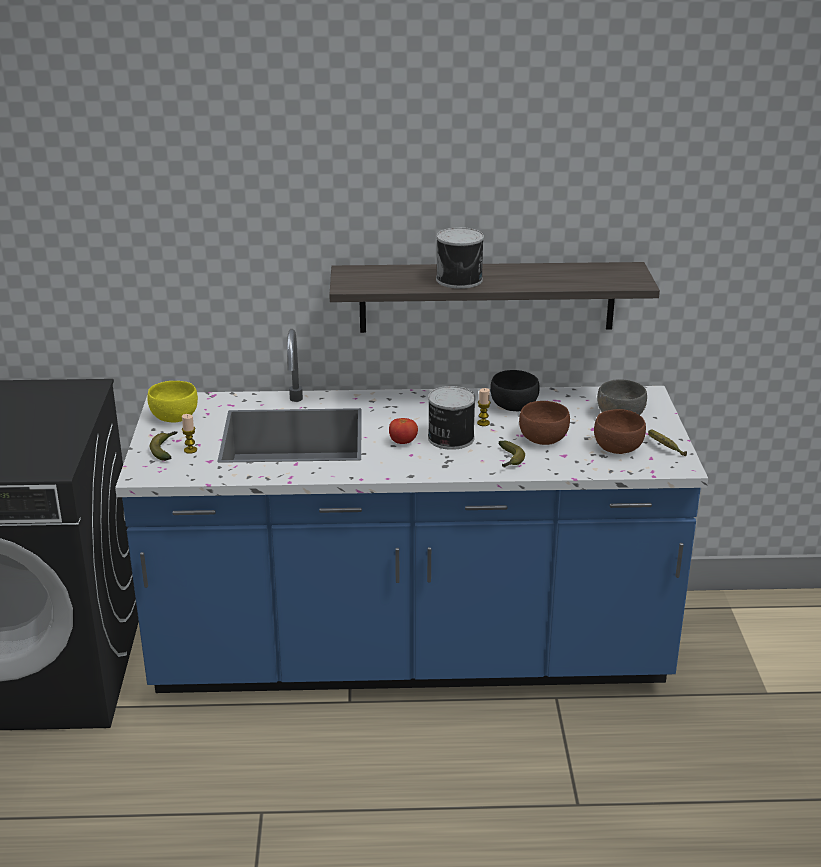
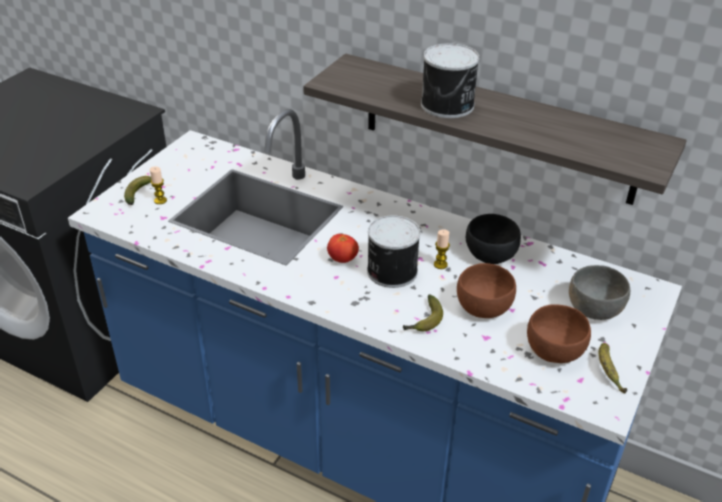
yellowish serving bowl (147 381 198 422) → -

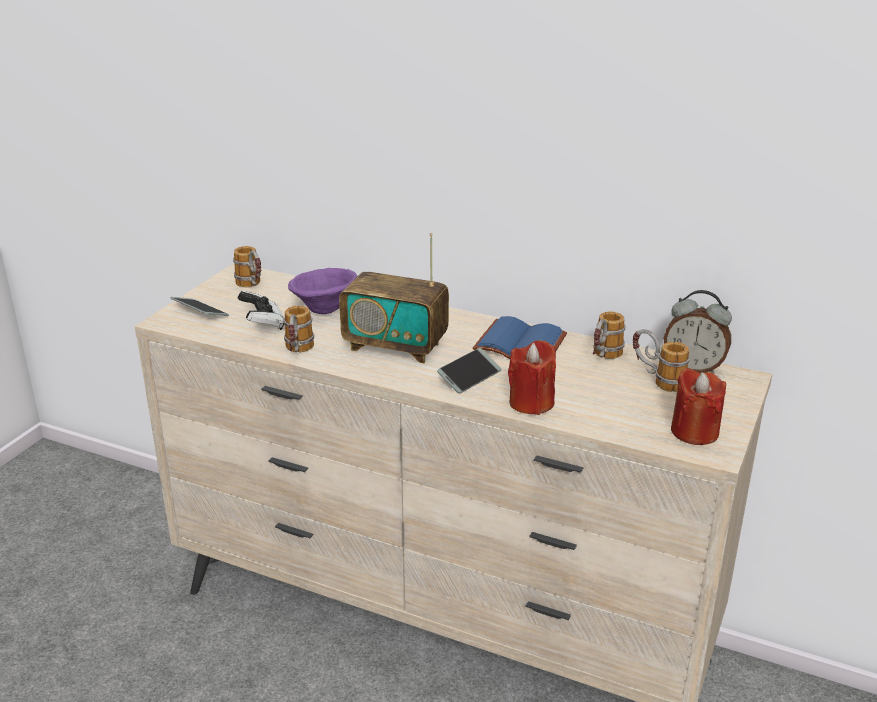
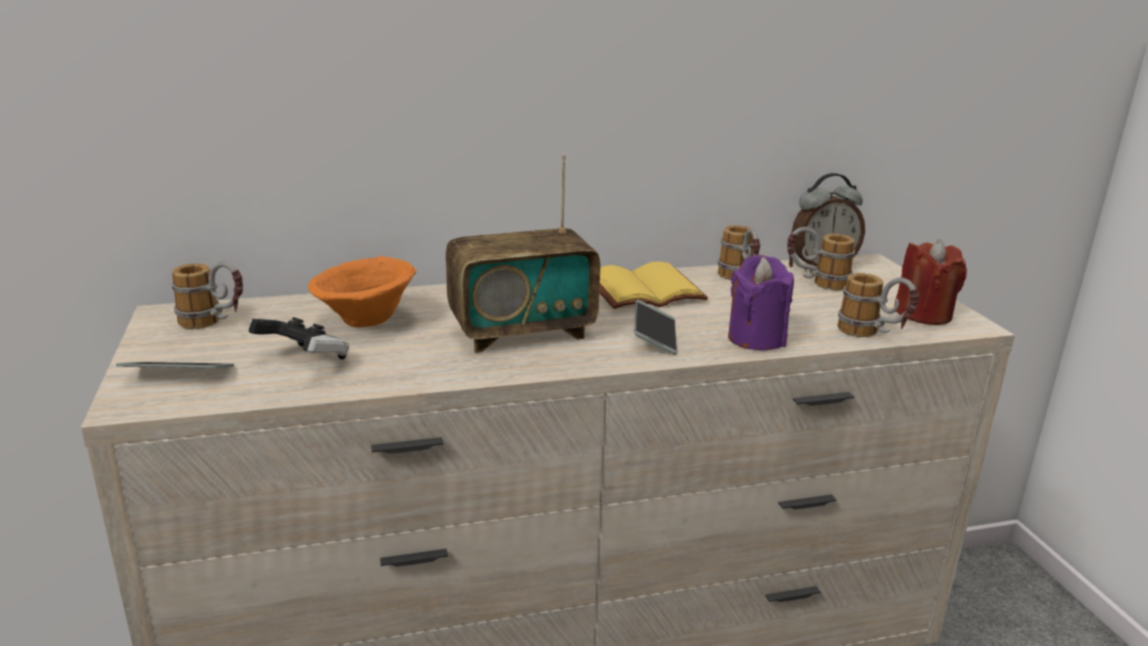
purple-coloured serving bowl (288 268 357 314) → orange-coloured serving bowl (308 256 416 328)
blue-coloured volume (473 316 567 359) → yellowish volume (599 261 708 309)
red-coloured wax light (508 340 556 415) → purple-coloured wax light (728 255 794 350)
tea mug (284 306 314 352) → tea mug (837 273 919 337), relocated

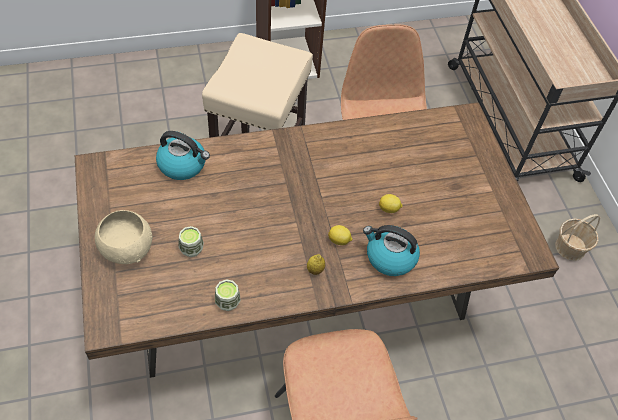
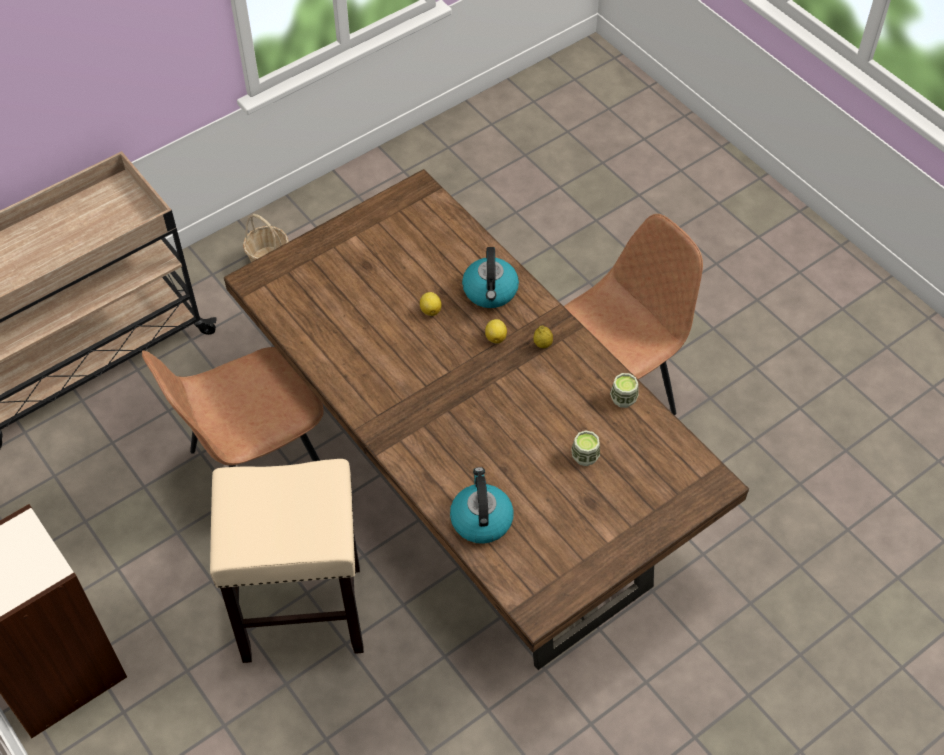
beige-coloured serving bowl (95 210 152 264) → -

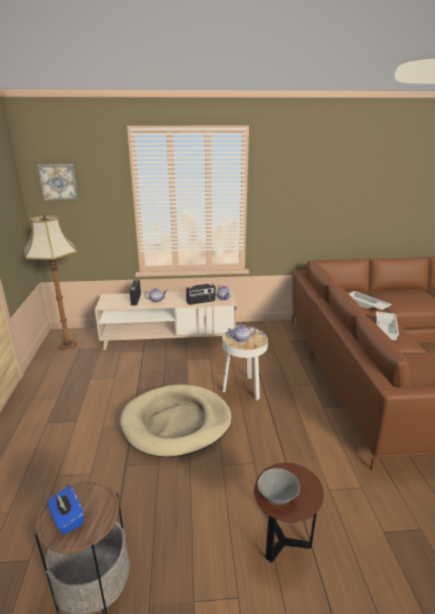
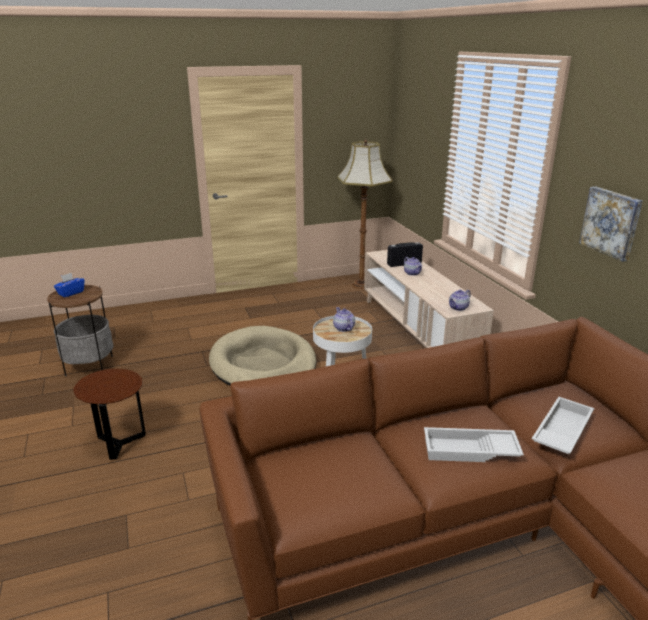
wall art (37 164 78 200) → wall art (579 187 643 262), relocated
radio (186 284 216 305) → -
greyish serving bowl (258 468 300 505) → -

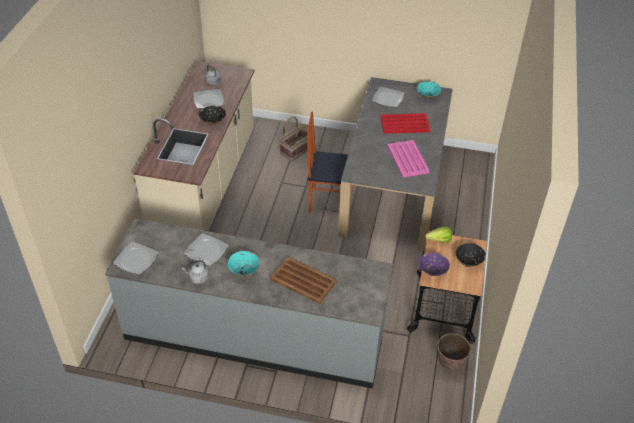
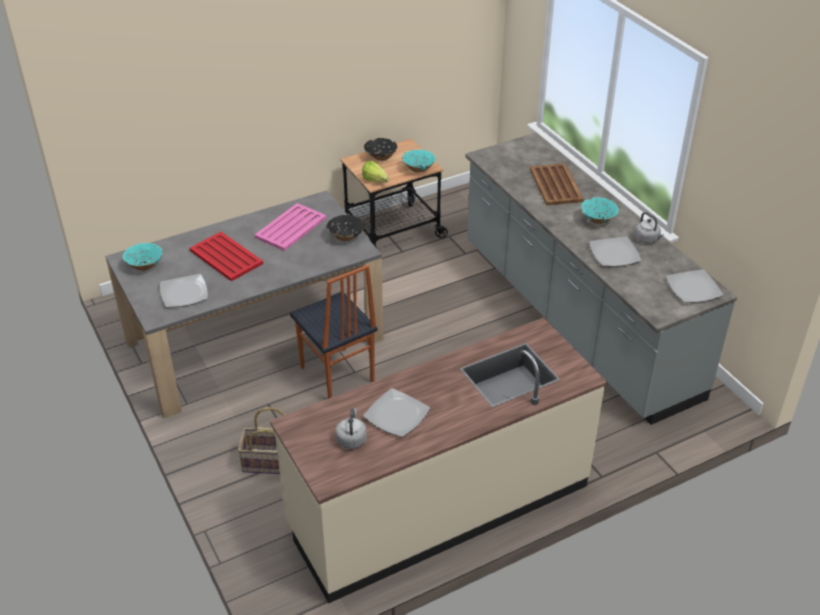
black serving bowl (199 106 226 125) → black serving bowl (326 215 365 241), relocated
purple-coloured serving bowl (419 253 450 276) → blue-green serving bowl (402 150 436 172)
plant pot (437 333 471 370) → -

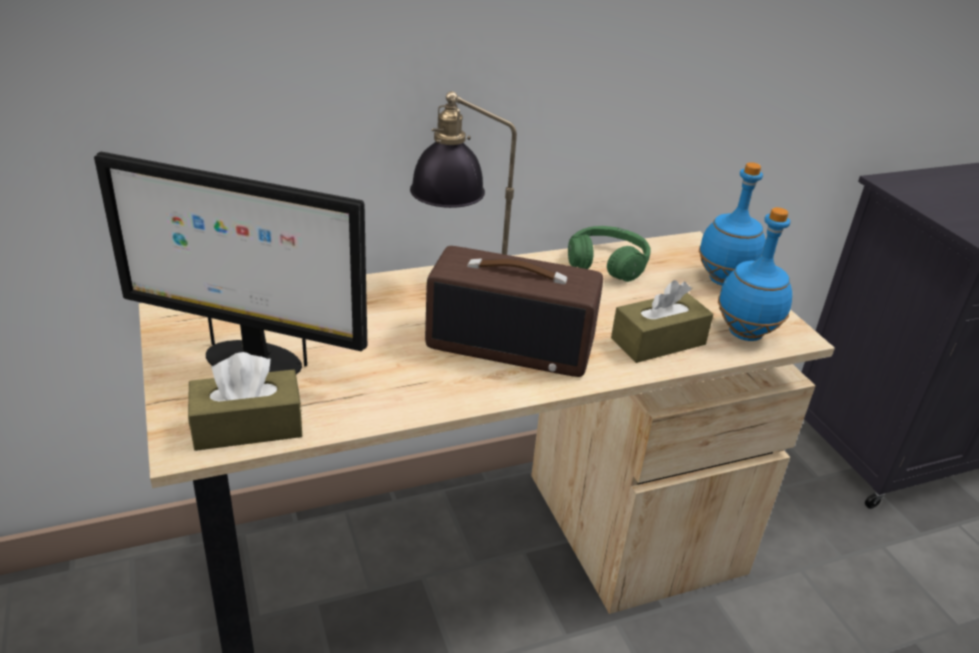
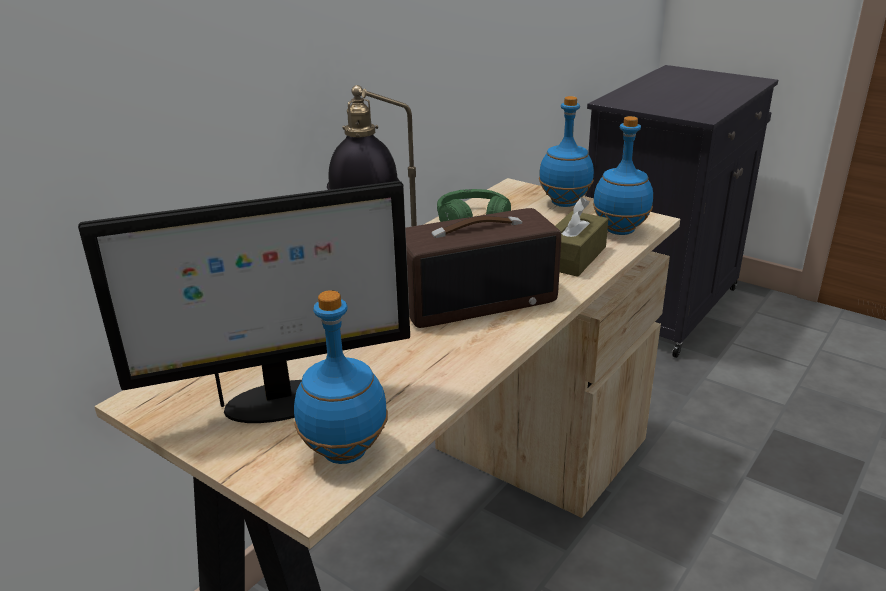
brown tissue holder (188 352 302 451) → blue-coloured beverage bottle (294 290 388 464)

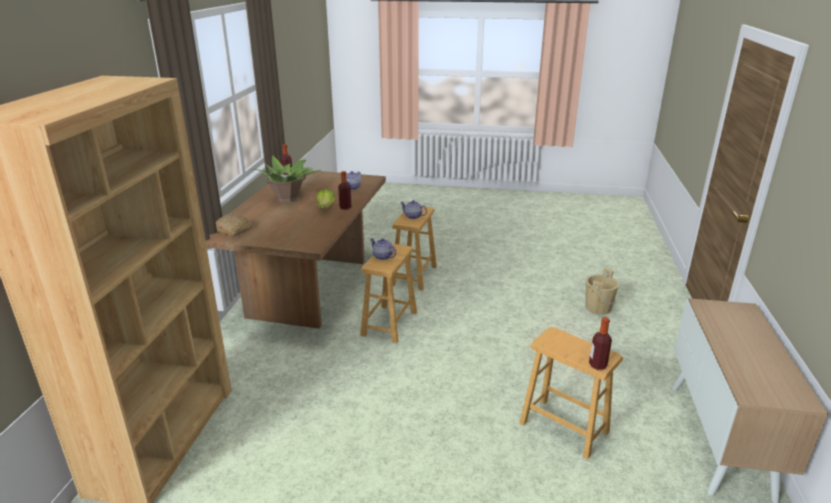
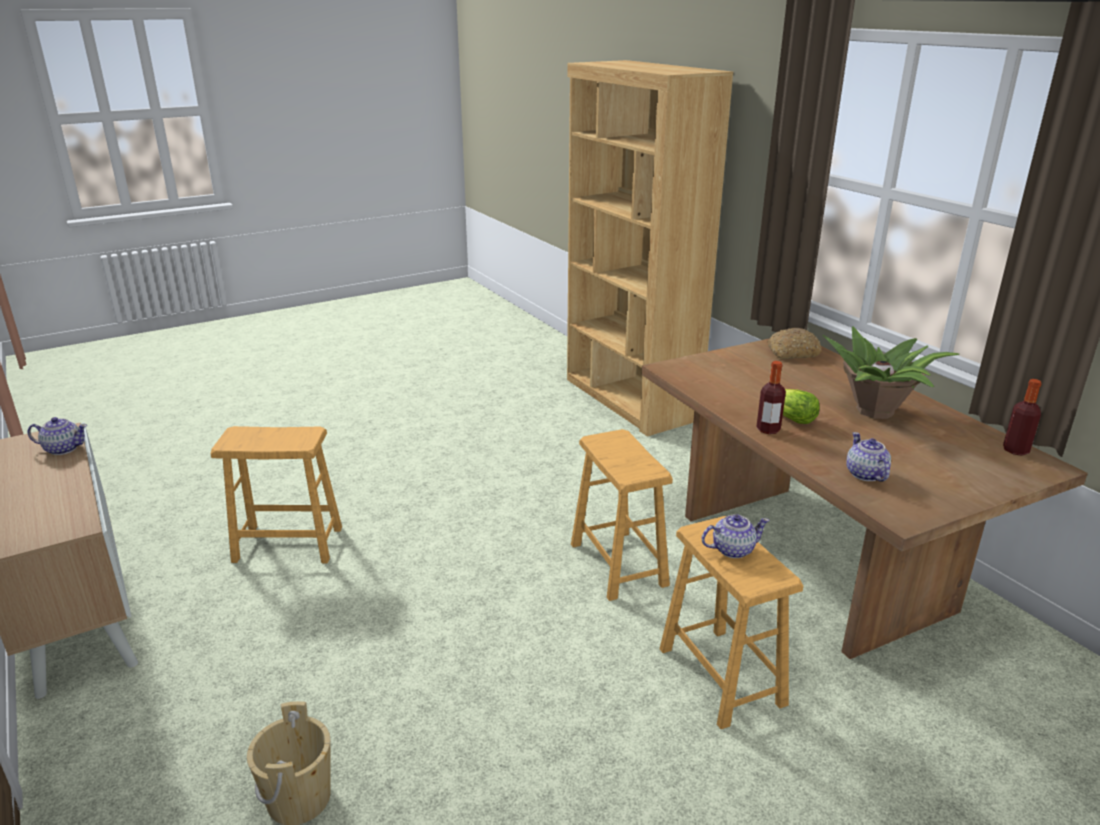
tea pot (370 238 396 260) → tea pot (28 417 87 455), relocated
beverage bottle (589 317 612 370) → -

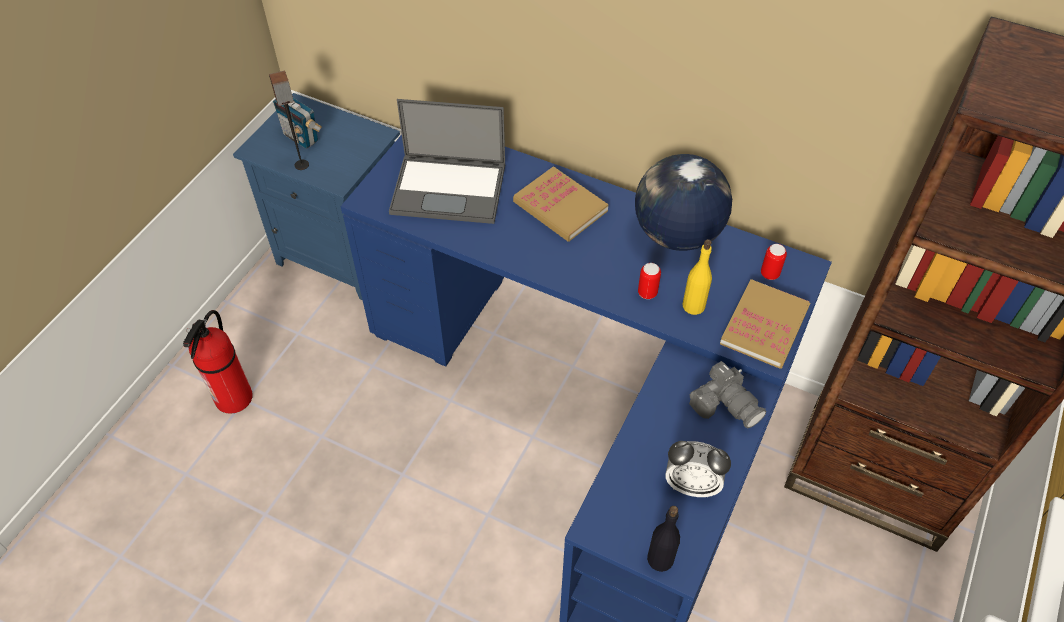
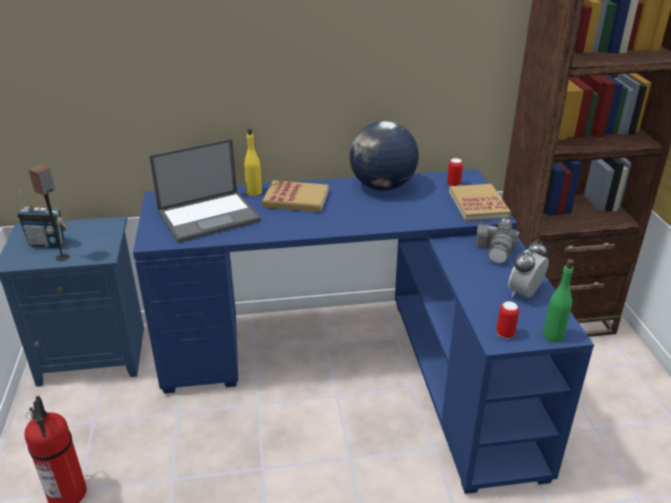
yellowish beverage bottle (683 239 712 315) → yellowish beverage bottle (244 128 262 196), relocated
photo camera (689 361 766 428) → photo camera (475 218 519 264), 90 degrees clockwise
can (638 263 661 299) → can (496 301 519 339), relocated
table clock (666 441 731 497) → table clock (508 239 549 298), 150 degrees clockwise
black beverage bottle (647 506 680 572) → green-coloured beverage bottle (543 259 574 343)

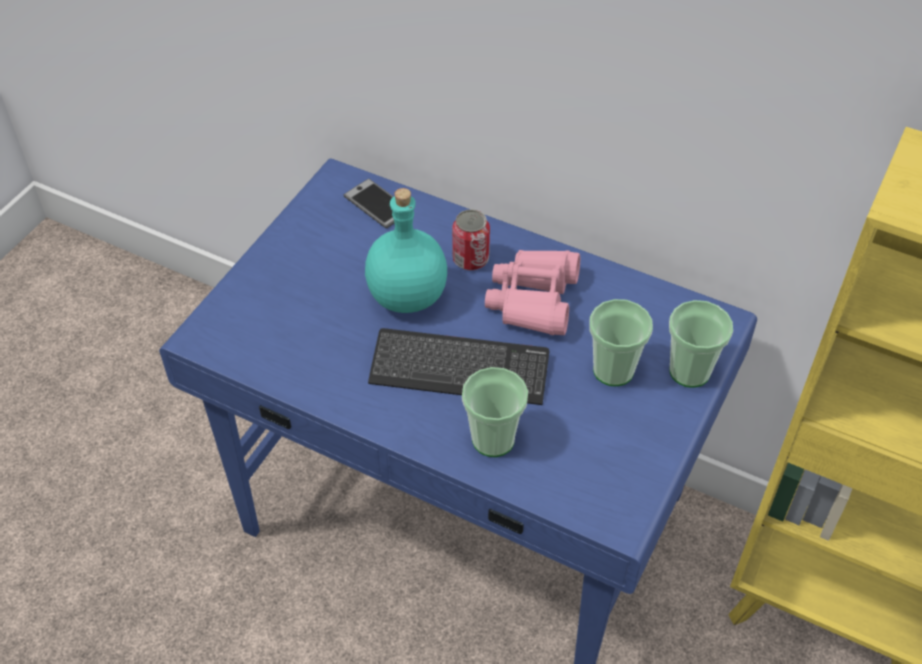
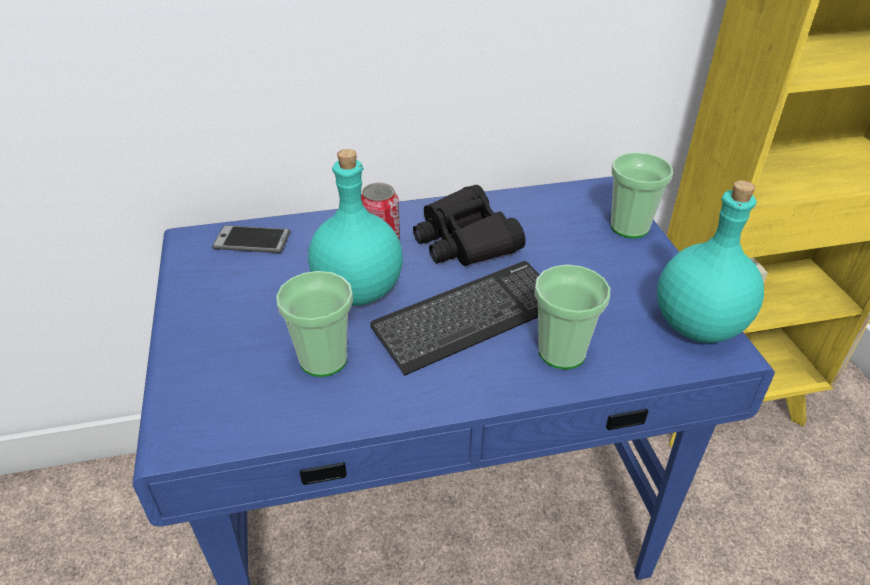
cup (589 299 653 386) → cup (276 271 353 377), relocated
pink pair of binoculars (485 250 580 335) → black pair of binoculars (413 185 526 266)
- → blue-green beverage bottle (657 180 764 343)

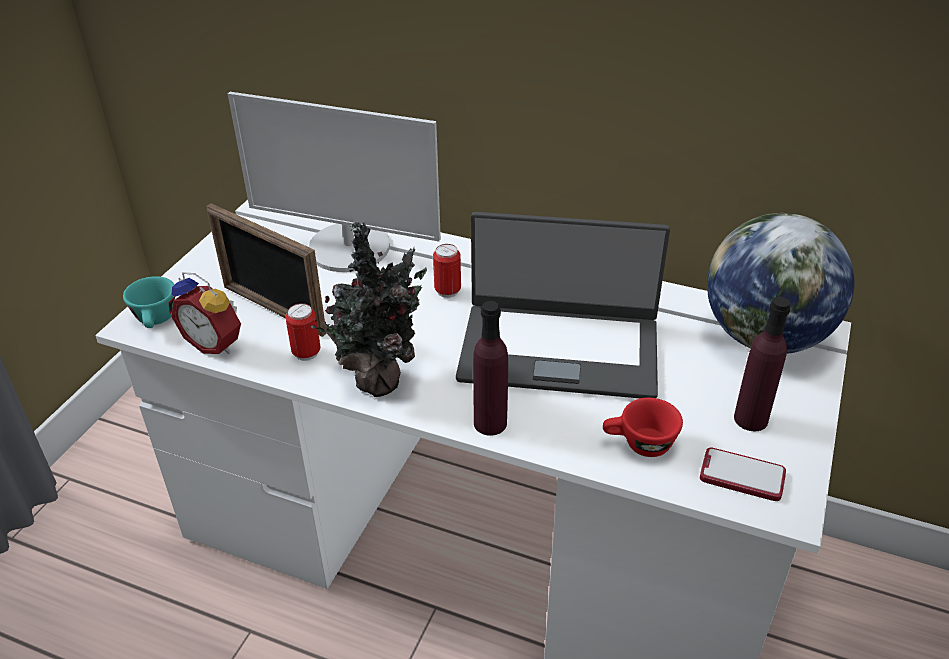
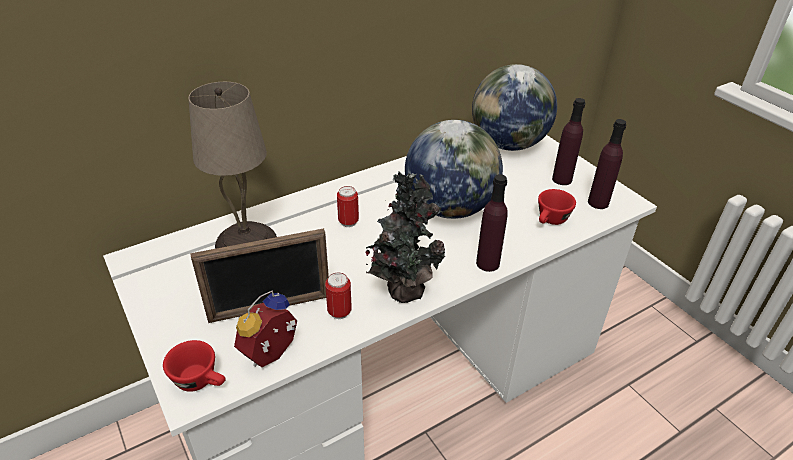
blue-green cup (123 276 175 328) → red-coloured cup (163 340 226 392)
computer display (228 92 441 272) → beige-coloured table lamp (188 82 277 249)
table clock (171 272 241 354) → table clock (234 290 297 367), 150 degrees clockwise
laptop (456 212 670 398) → globe (405 120 503 219)
telephone (700 447 786 501) → purple-coloured beverage bottle (588 119 626 209)

